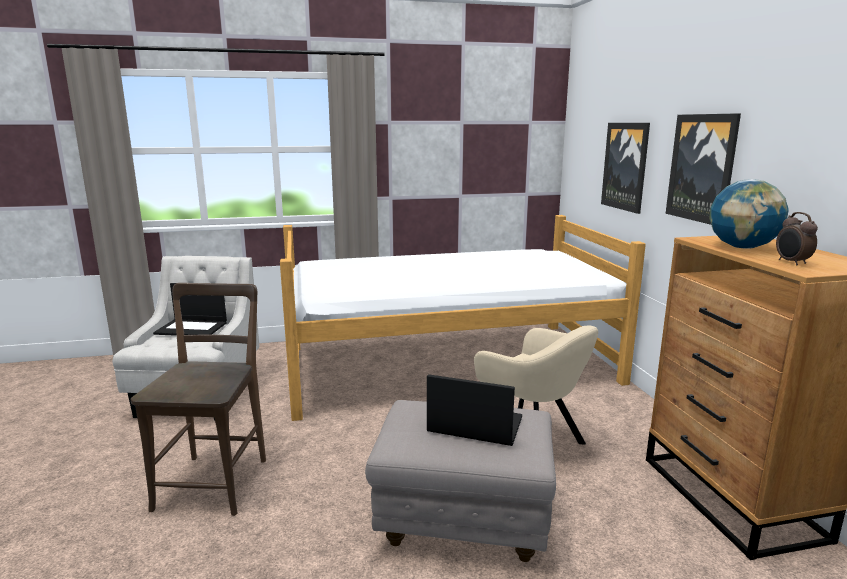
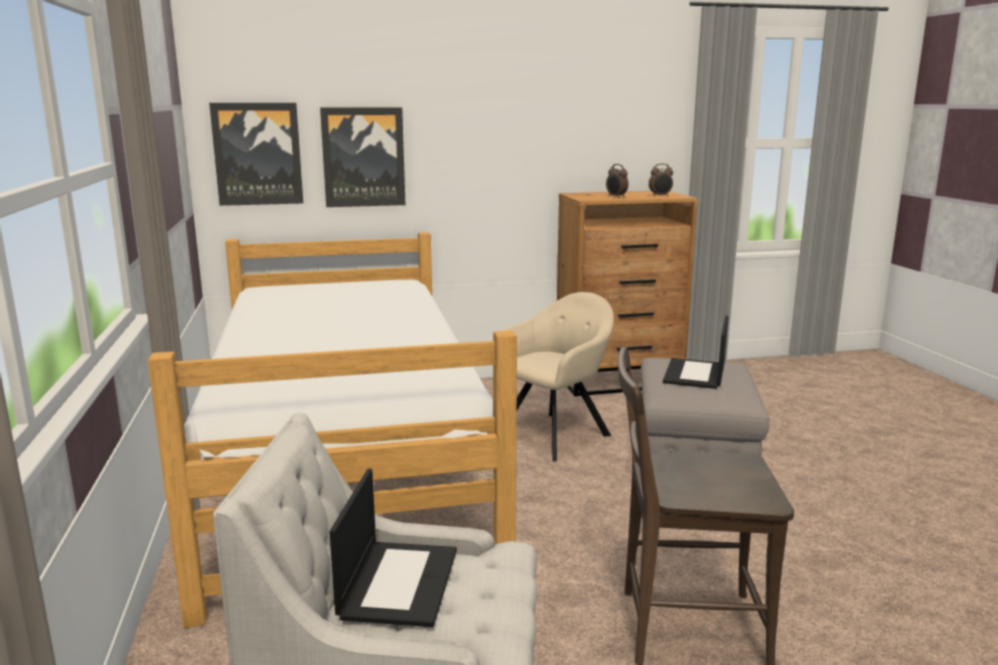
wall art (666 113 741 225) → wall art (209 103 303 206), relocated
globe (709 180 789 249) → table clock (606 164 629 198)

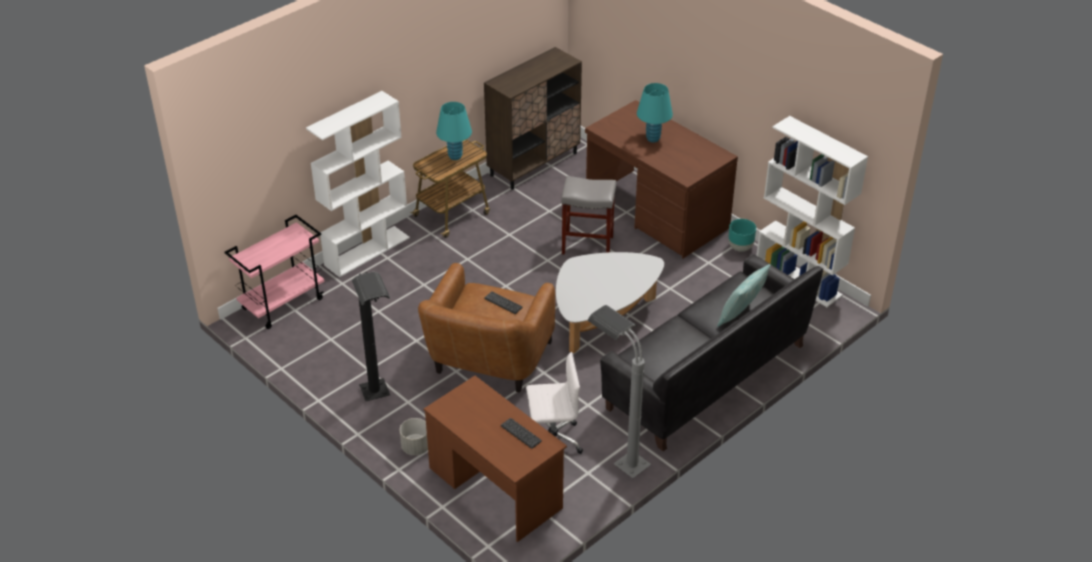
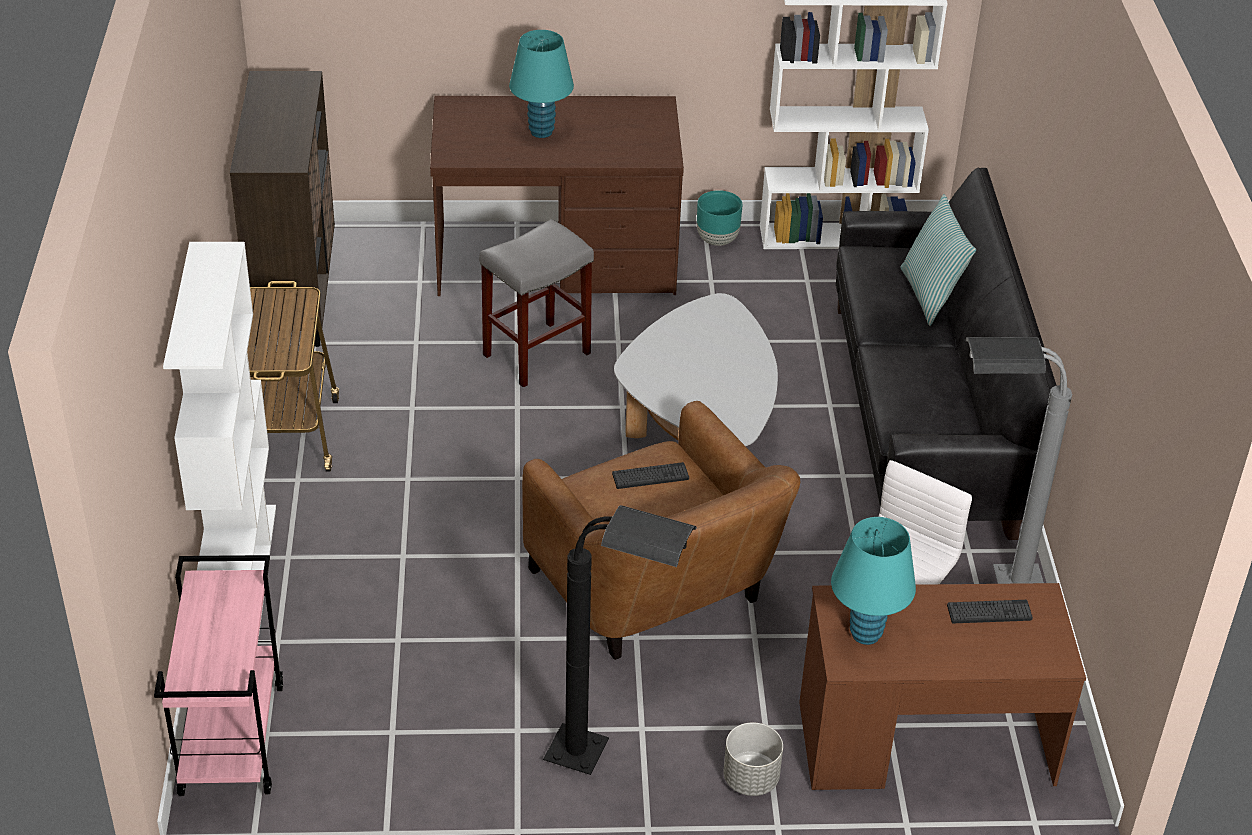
blue-green table lamp (436 102 472 160) → blue-green table lamp (831 517 916 645), relocated

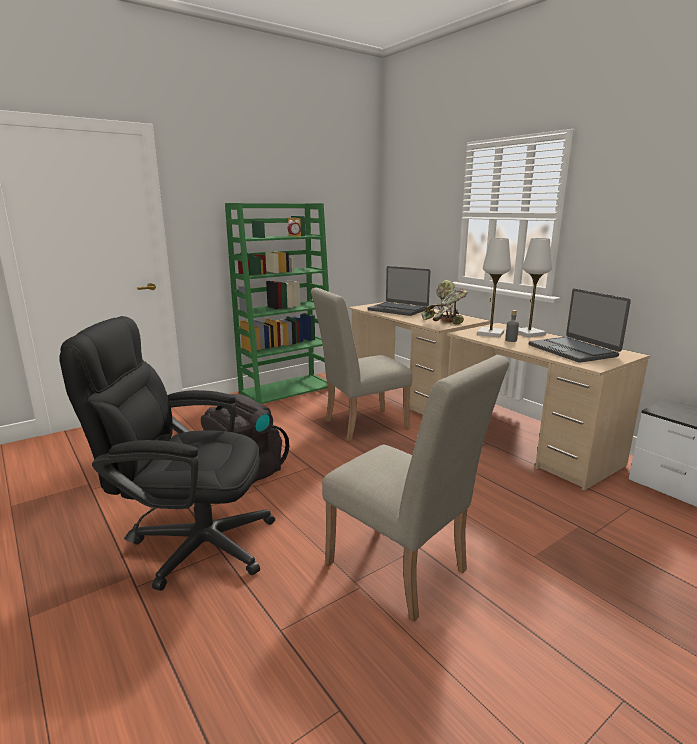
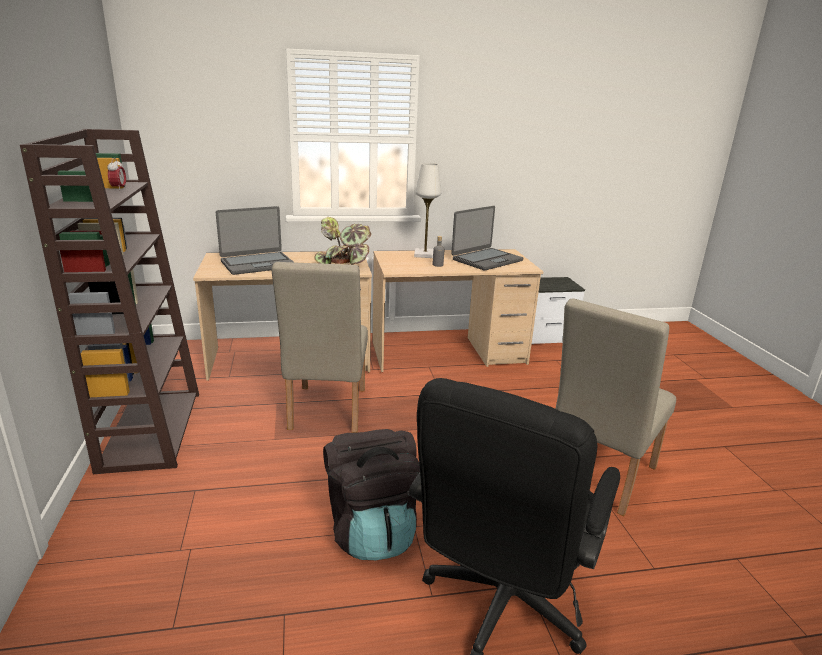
green-coloured bookshelf (225 203 329 404) → brown bookshelf (20 129 199 474)
laptop (529 289 631 363) → laptop (451 206 523 271), 45 degrees counterclockwise
beige-coloured chair (322 355 509 621) → beige-coloured chair (556 298 676 516), 150 degrees clockwise
white table lamp (477 238 511 337) → -

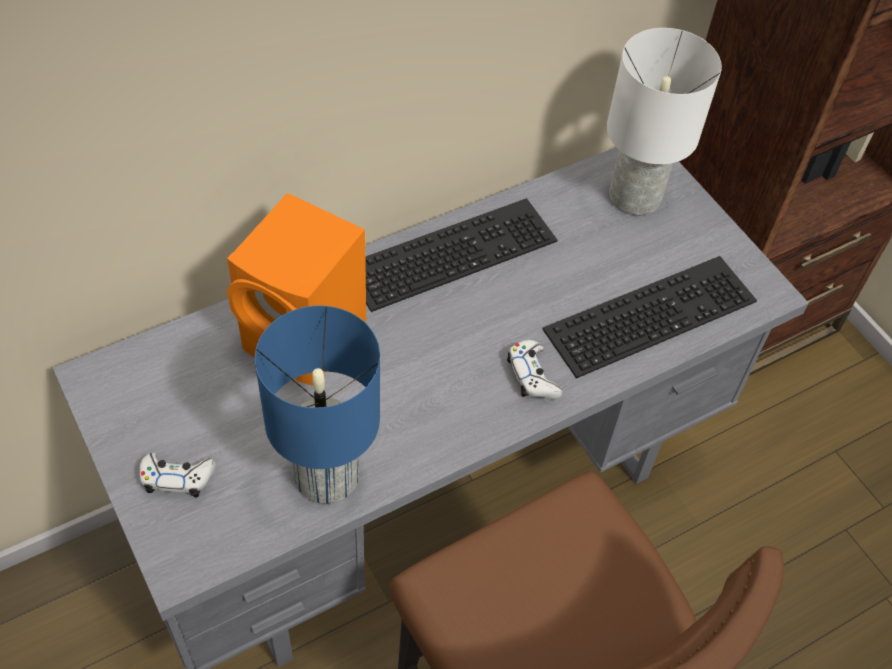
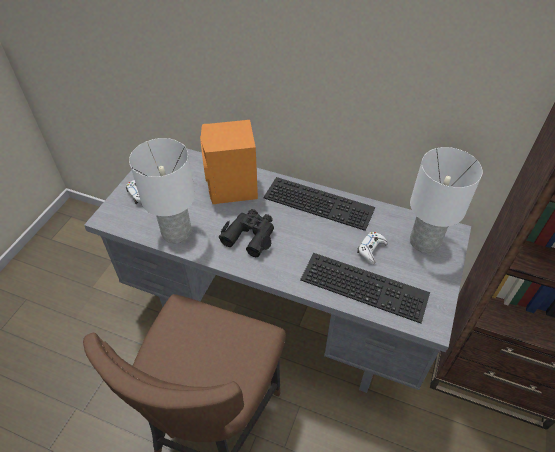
blue-coloured table lamp (255 306 380 504) → white table lamp (129 138 195 243)
- → black pair of binoculars (218 209 274 257)
white game controller (507 340 562 399) → white game controller (357 232 388 265), relocated

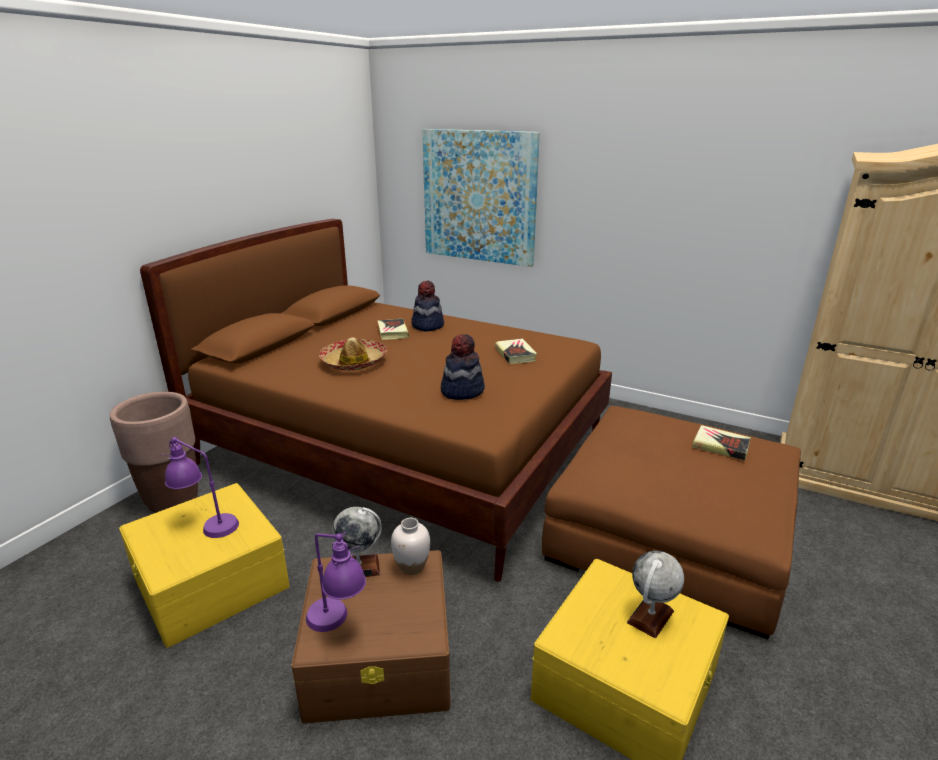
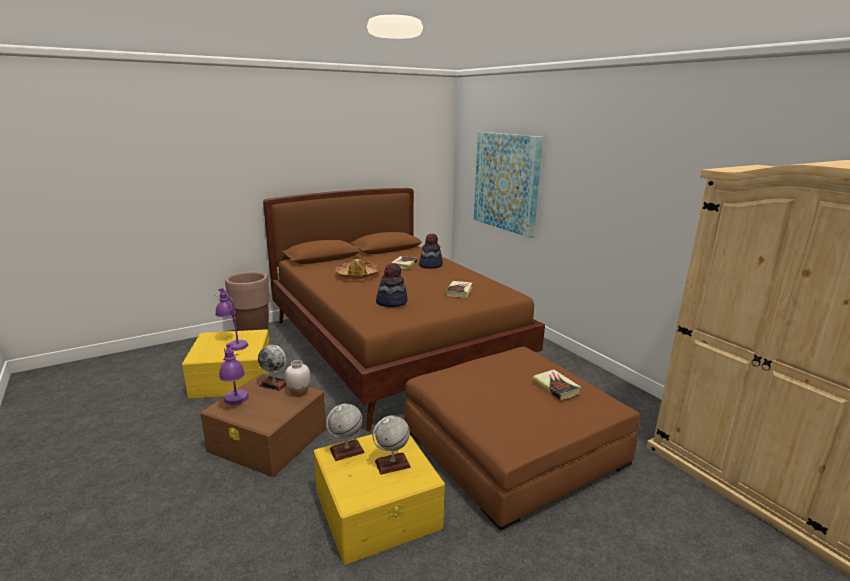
- → globe (326 403 365 461)

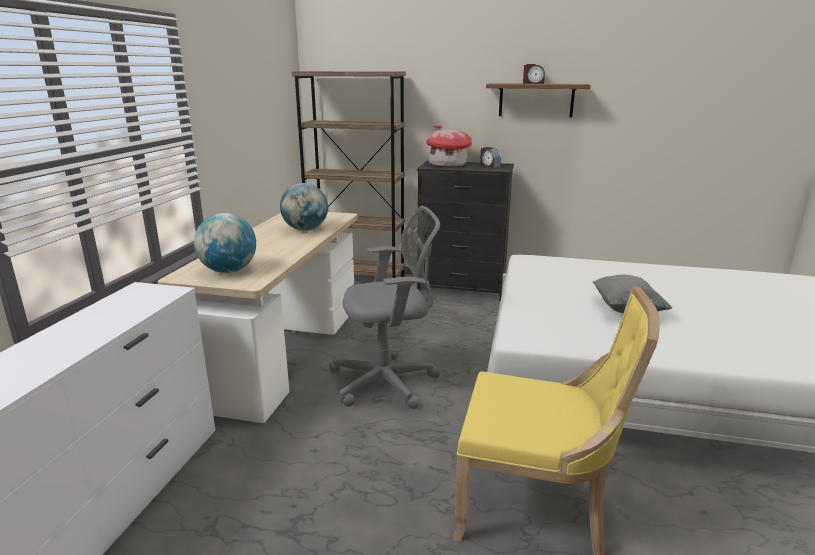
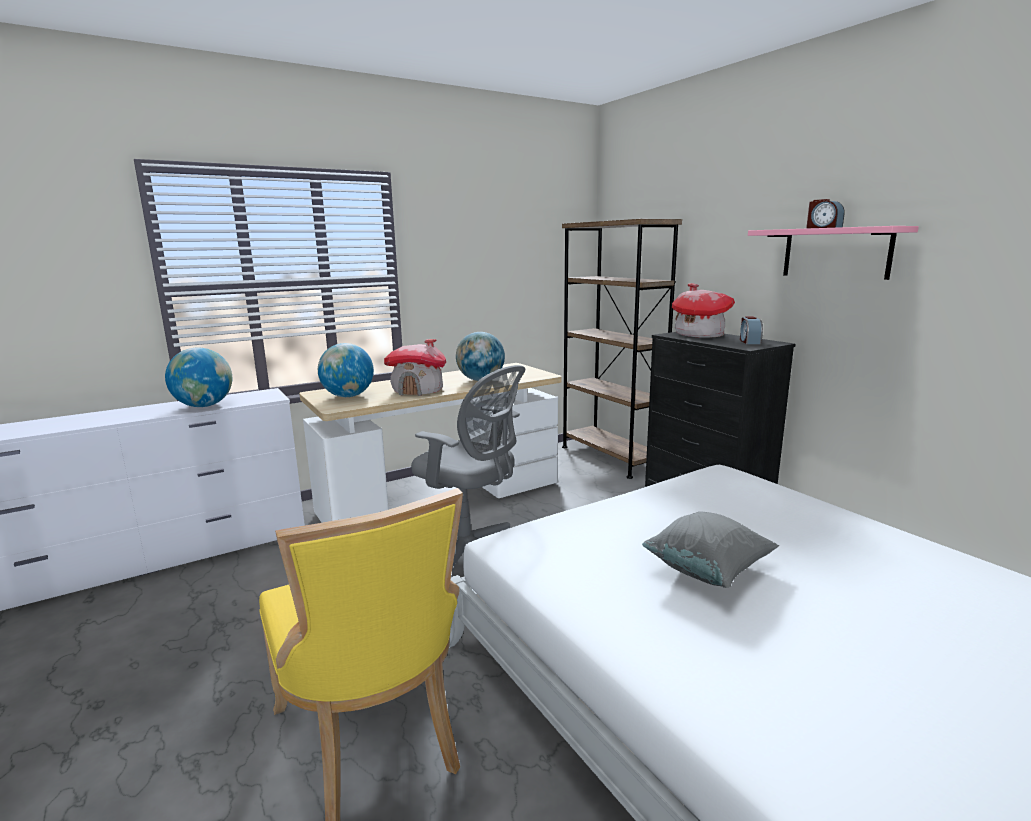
- → globe (165 348 232 407)
- → toy house (384 339 446 396)
brown wall shelf (486 83 590 118) → pink wall shelf (748 226 919 280)

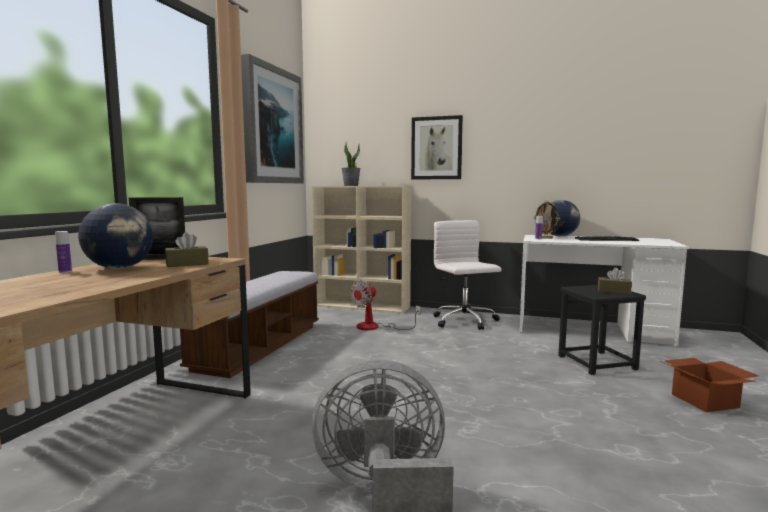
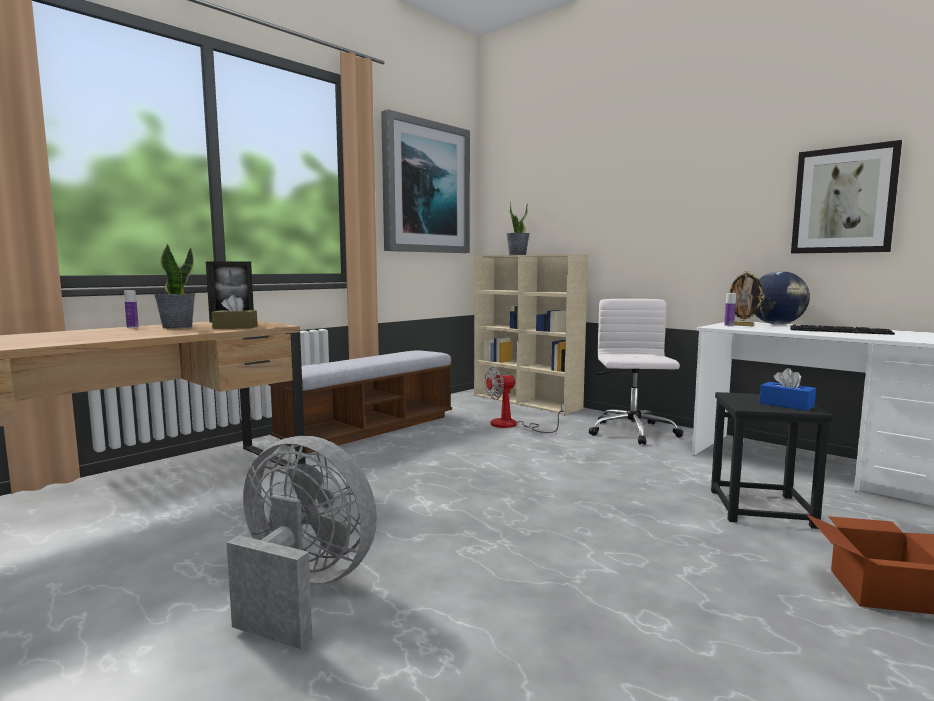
globe (78 203 153 269) → houseplant (154 244 195 329)
brown tissue holder (598 267 632 295) → blue-coloured tissue holder (759 368 816 411)
wall art (411 115 463 179) → wall art (791 140 902 253), relocated

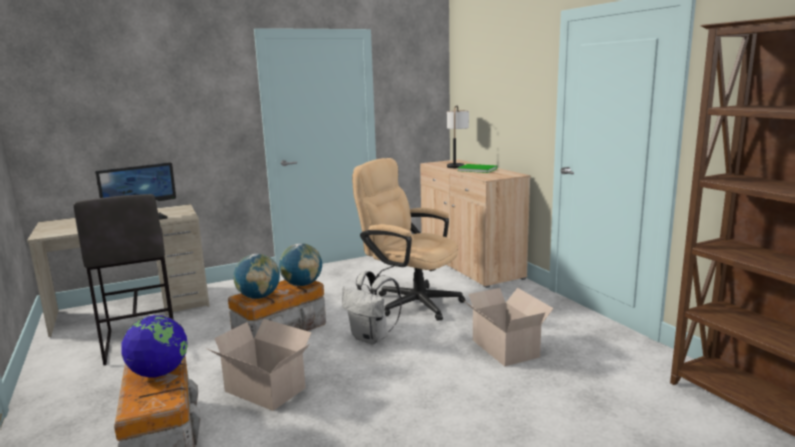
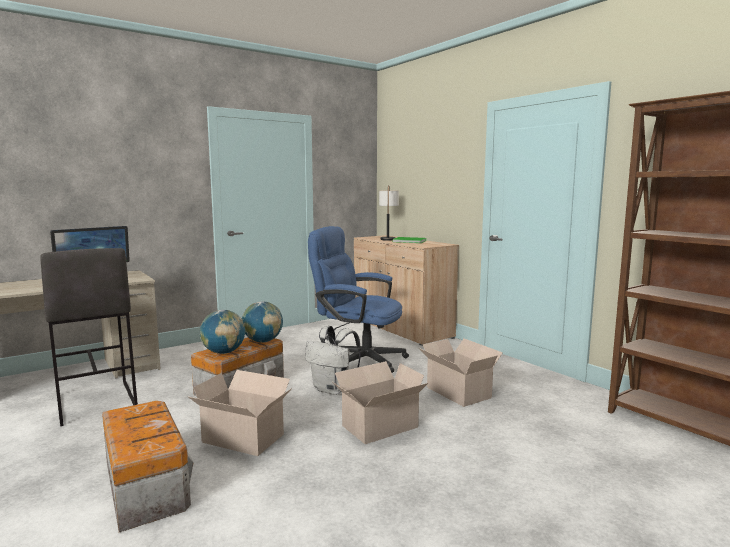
beige-coloured office chair (352 158 465 321) → blue-coloured office chair (308 226 409 373)
- → packing box (333 361 428 444)
globe (121 315 188 378) → -

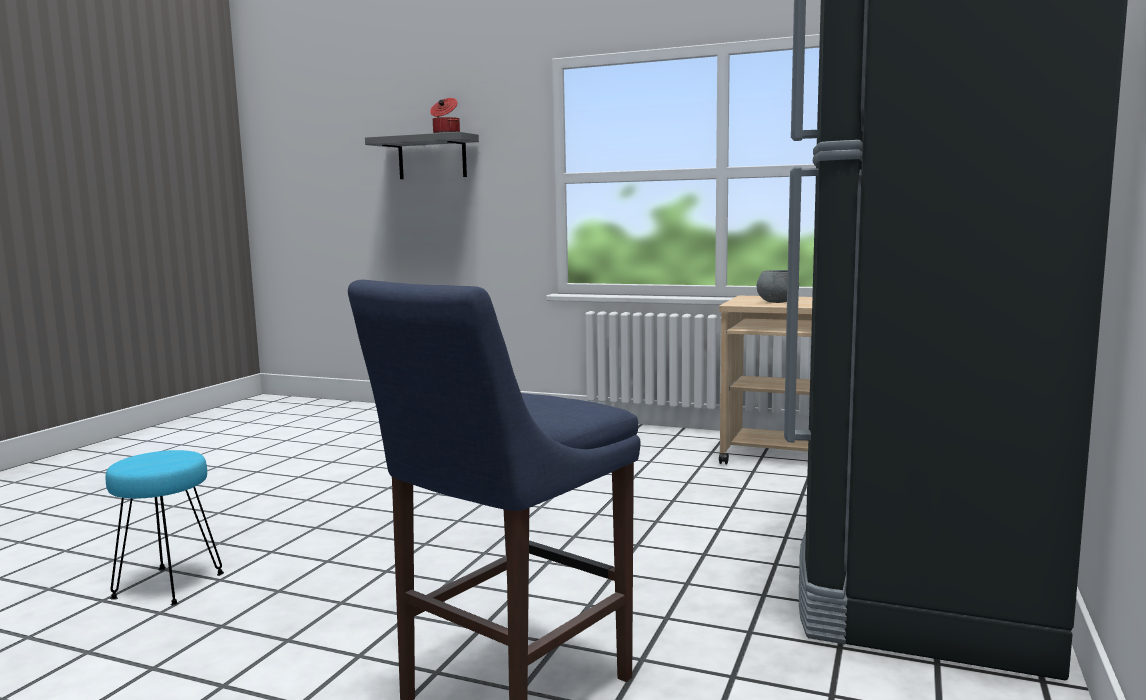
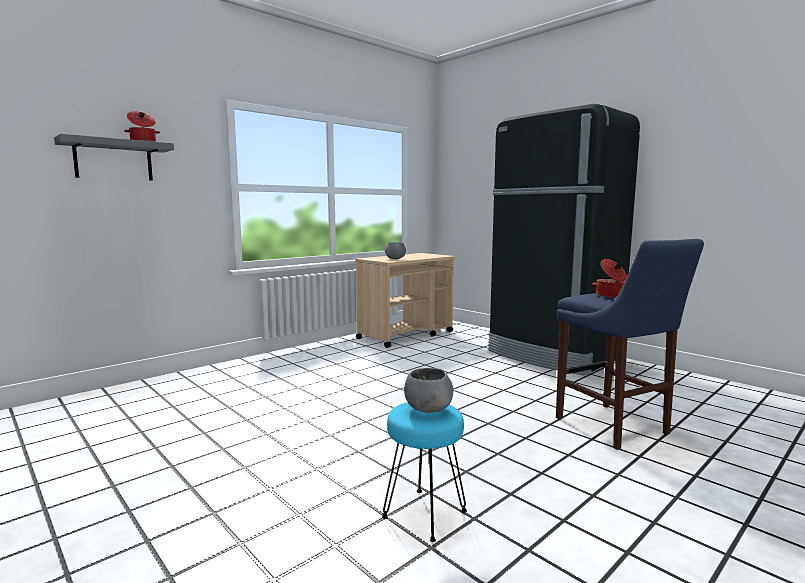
- → greyish serving bowl (404 368 453 413)
- → cooking pot (592 259 627 298)

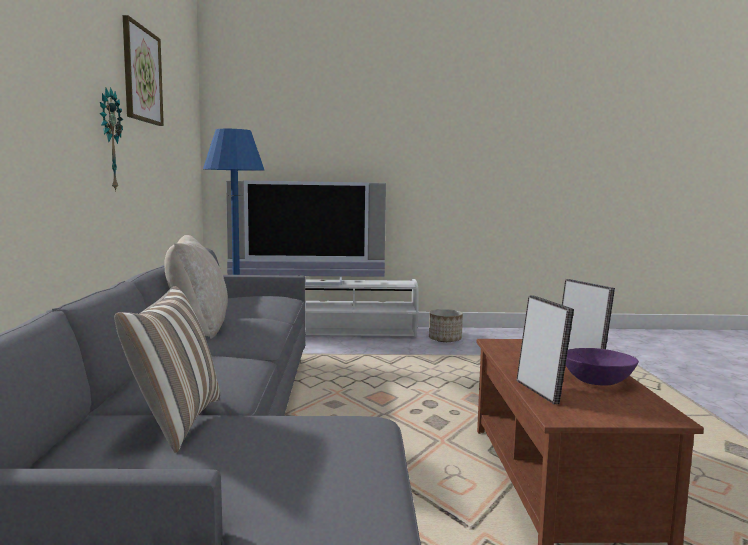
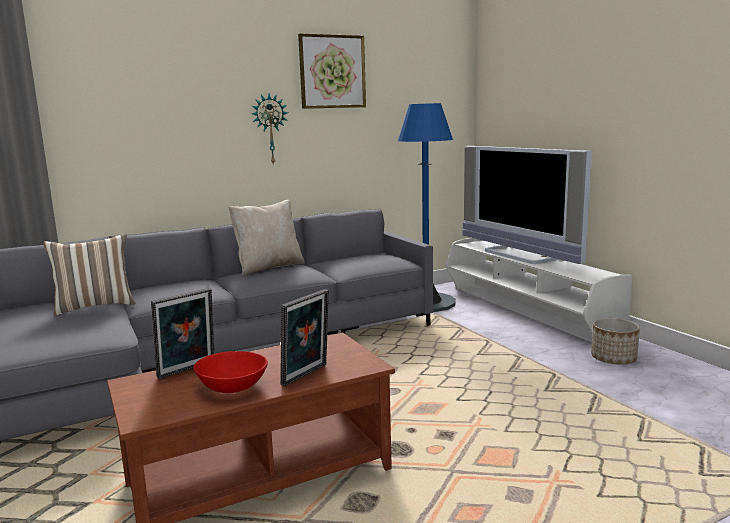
purple-coloured serving bowl (566 348 639 385) → red-coloured serving bowl (194 351 268 393)

